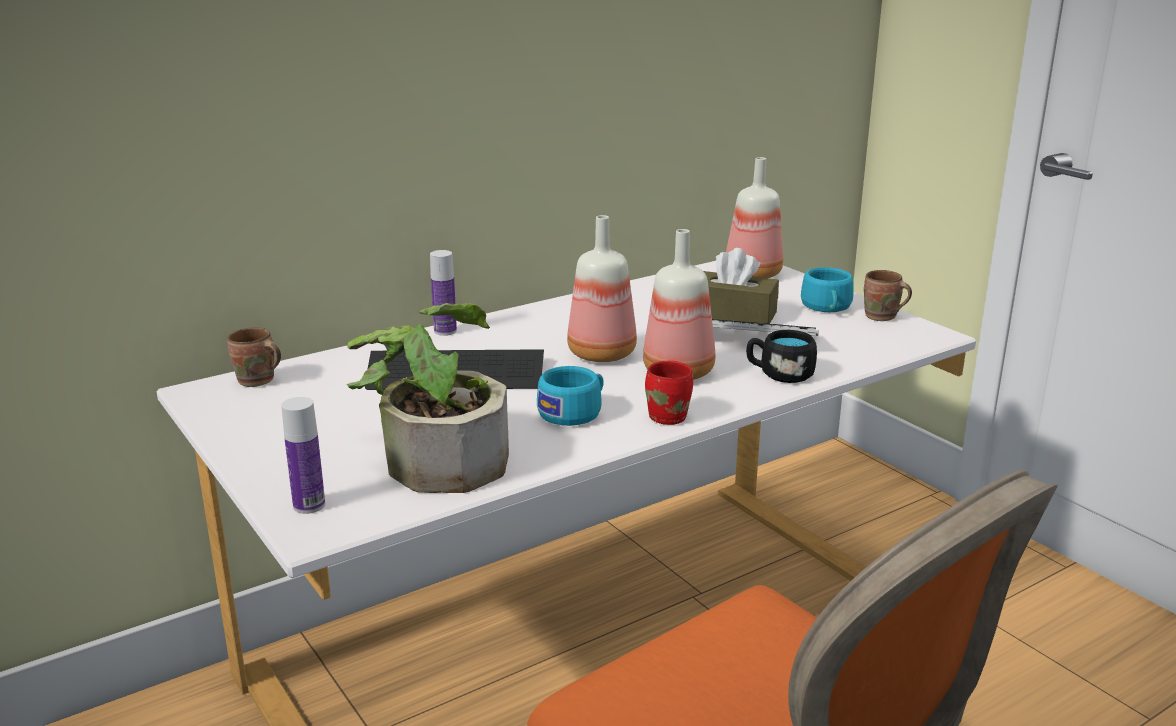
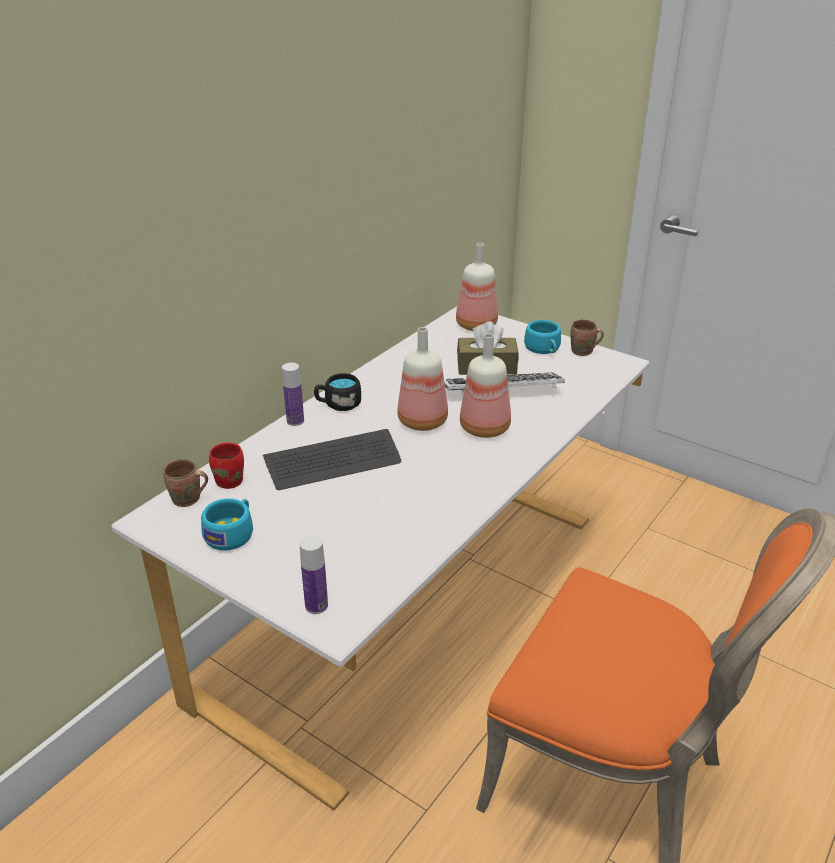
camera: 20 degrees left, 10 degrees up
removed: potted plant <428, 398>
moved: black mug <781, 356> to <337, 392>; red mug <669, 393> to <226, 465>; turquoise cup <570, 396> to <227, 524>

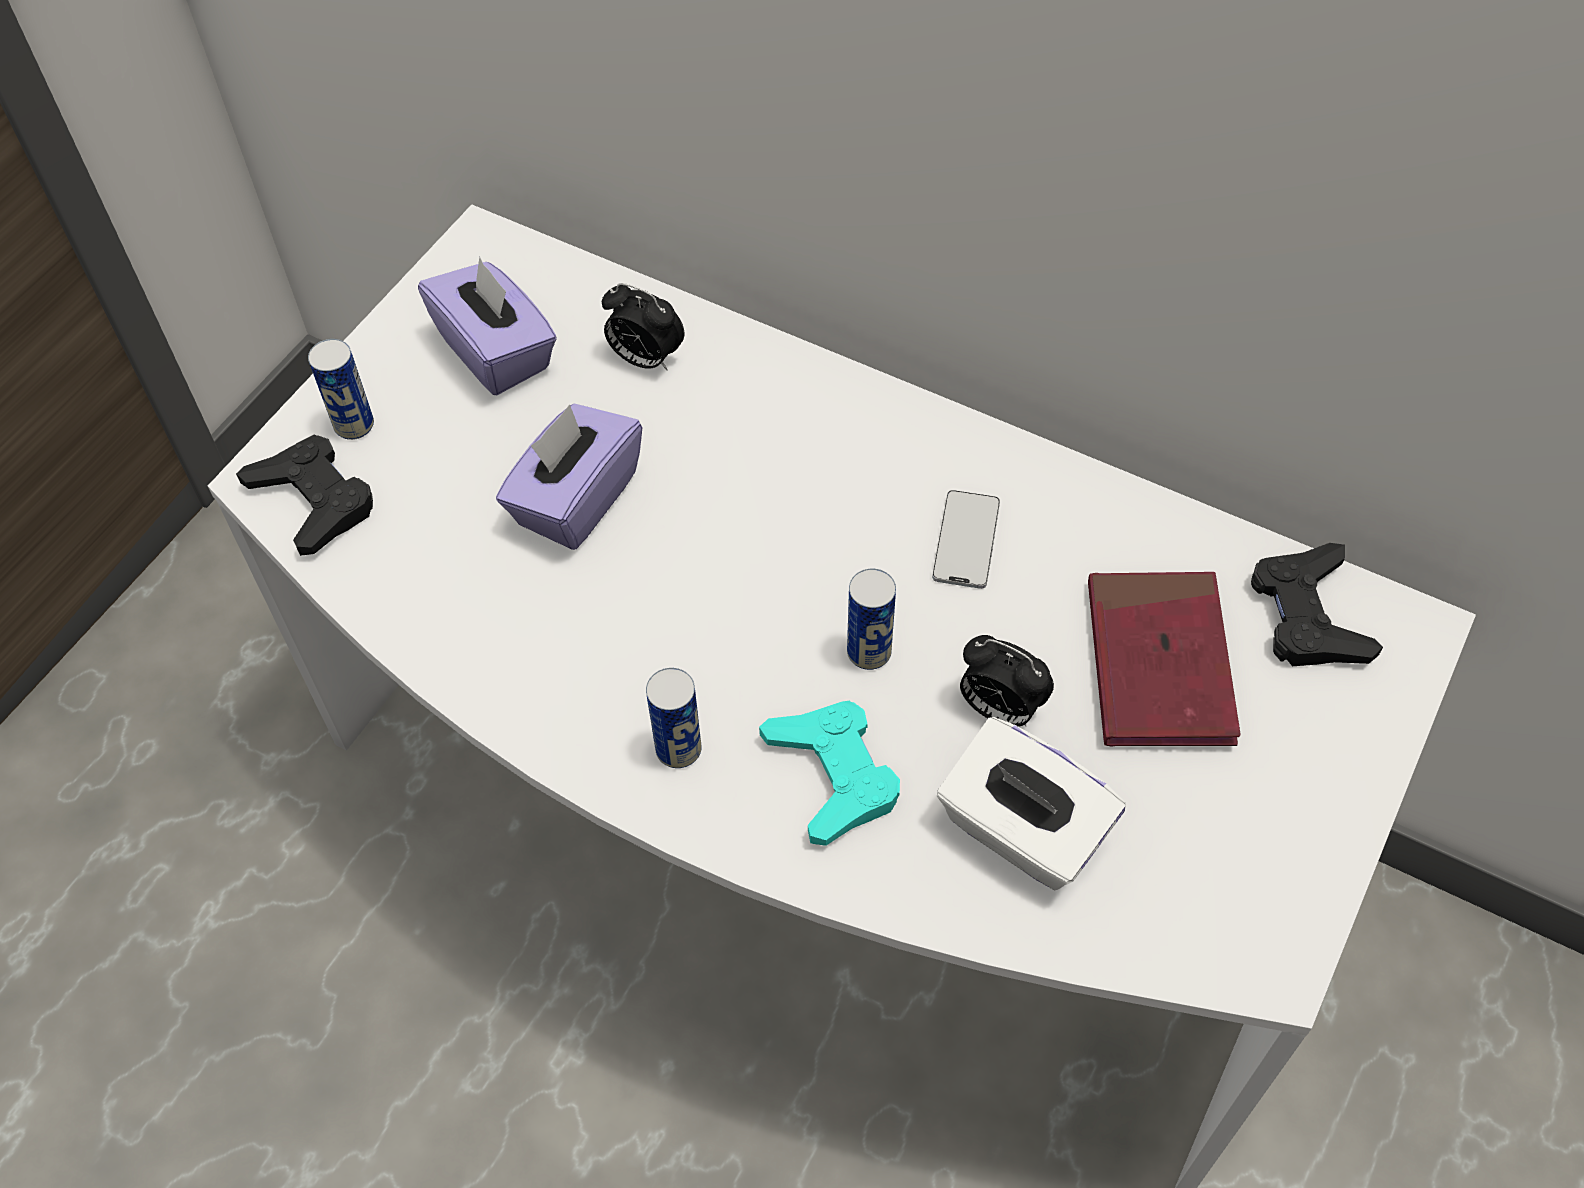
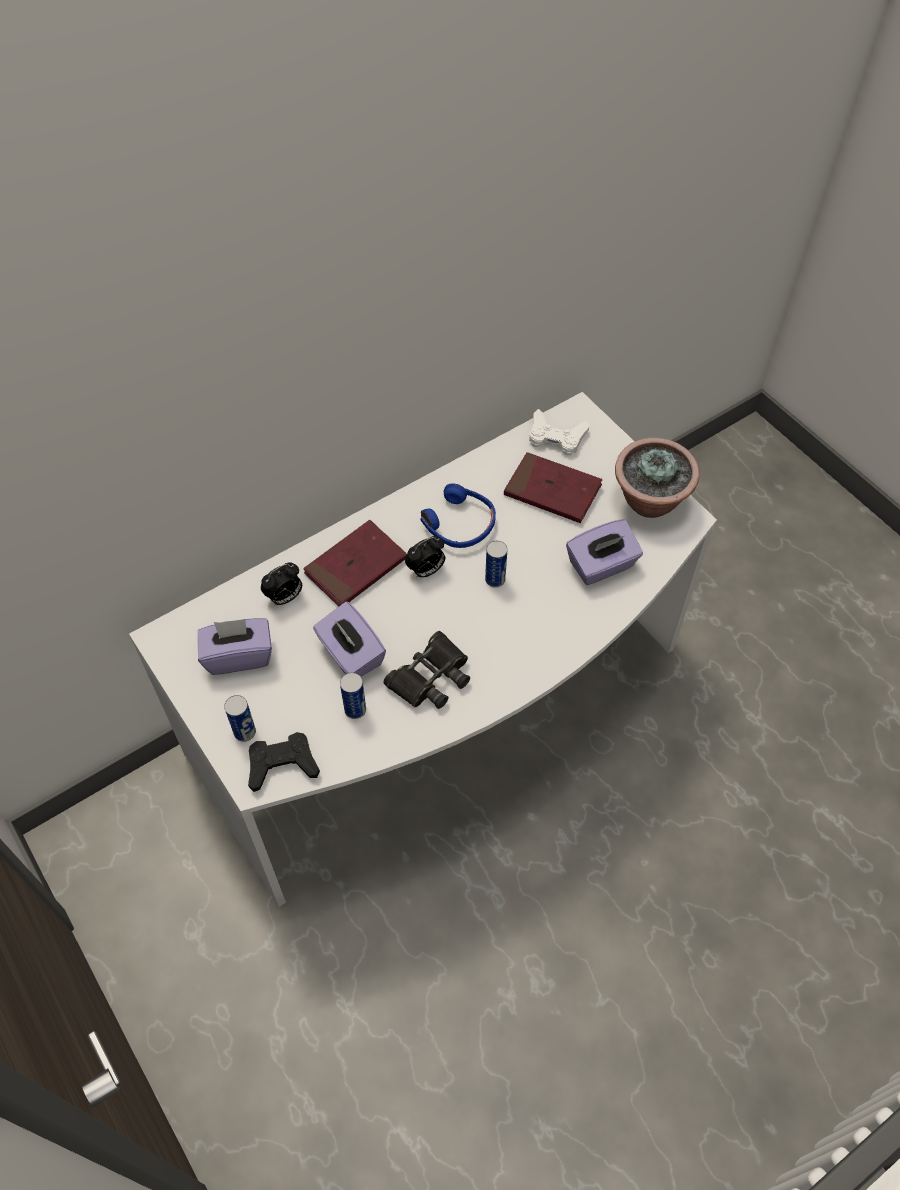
camera: 65 degrees left, 0 degrees up
removed: turquoise game controller <829, 773>
added: potted plant <657, 477>; red book <355, 563>; black binoculars <426, 670>
moved: alarm clock <1007, 681> to <425, 557>; can <674, 718> to <353, 695>
replaced: phone <966, 539> to blue headphones <458, 515>
recoloured: black game controller <1317, 604> to white game controller <559, 432>; white tissue box <1031, 803> to purple tissue box <604, 552>

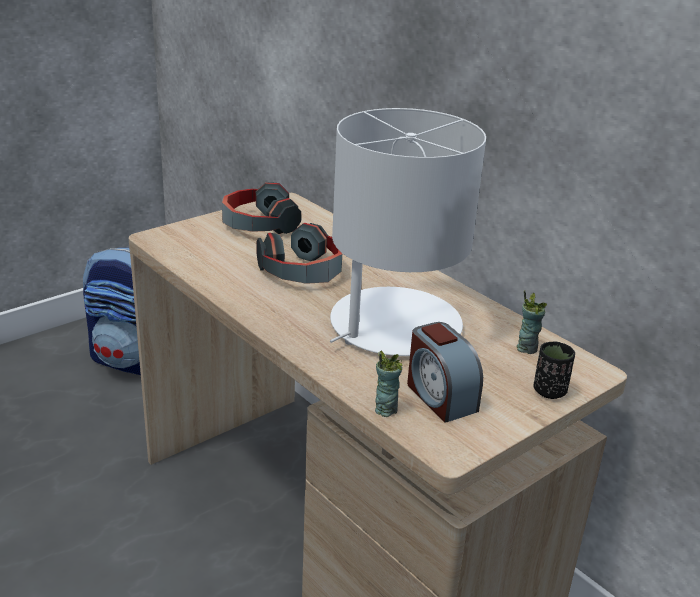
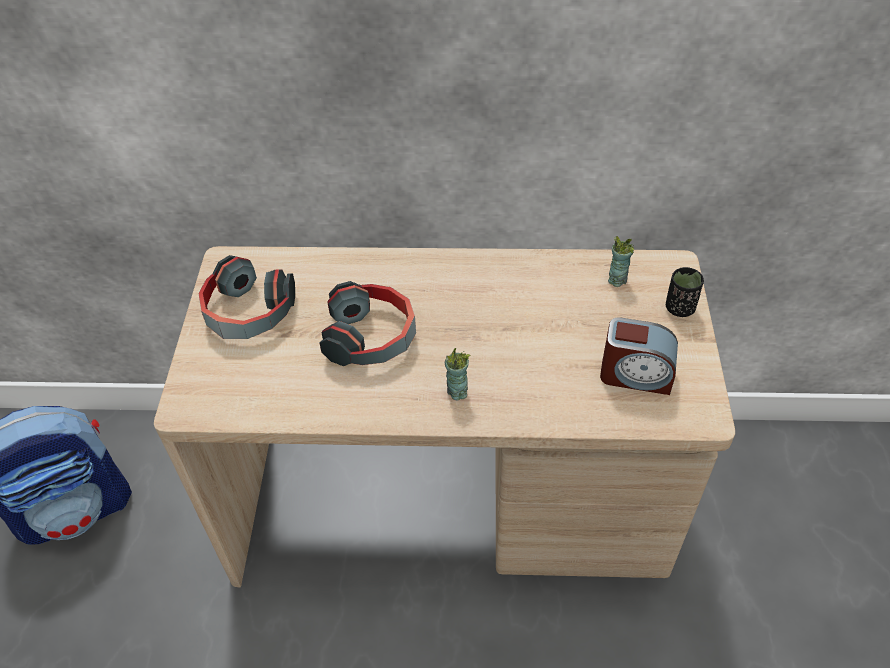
camera: 45 degrees left, 20 degrees up
removed: white table lamp <408, 232>
moved: cup <388, 384> to <457, 374>

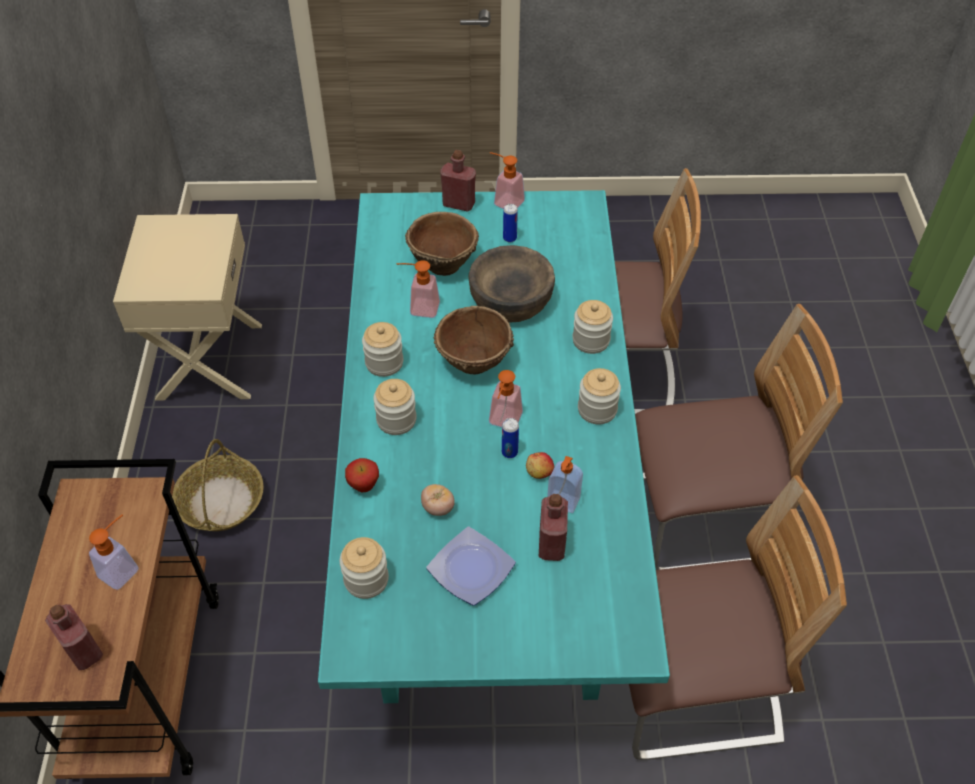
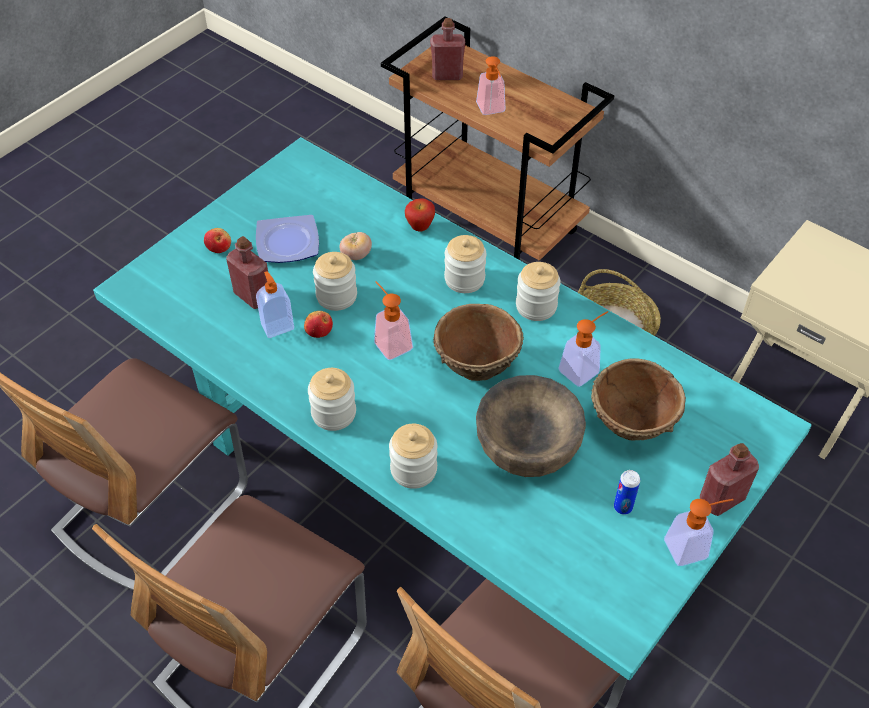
camera: 130 degrees right, 0 degrees up
removed: can <510, 438>
added: apple <217, 240>
moved: jar <364, 568> to <335, 281>

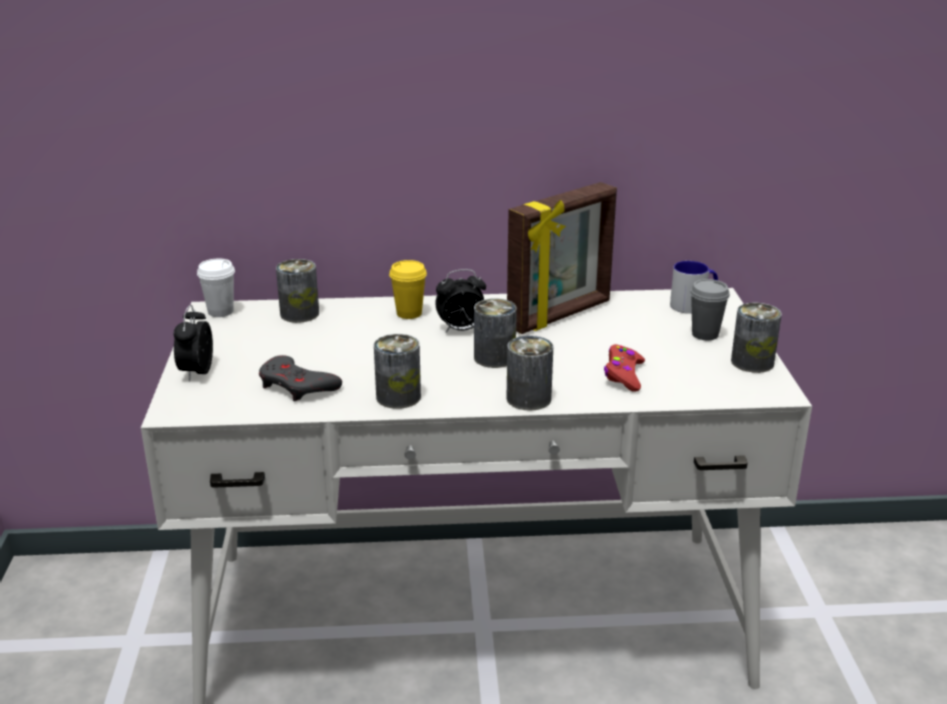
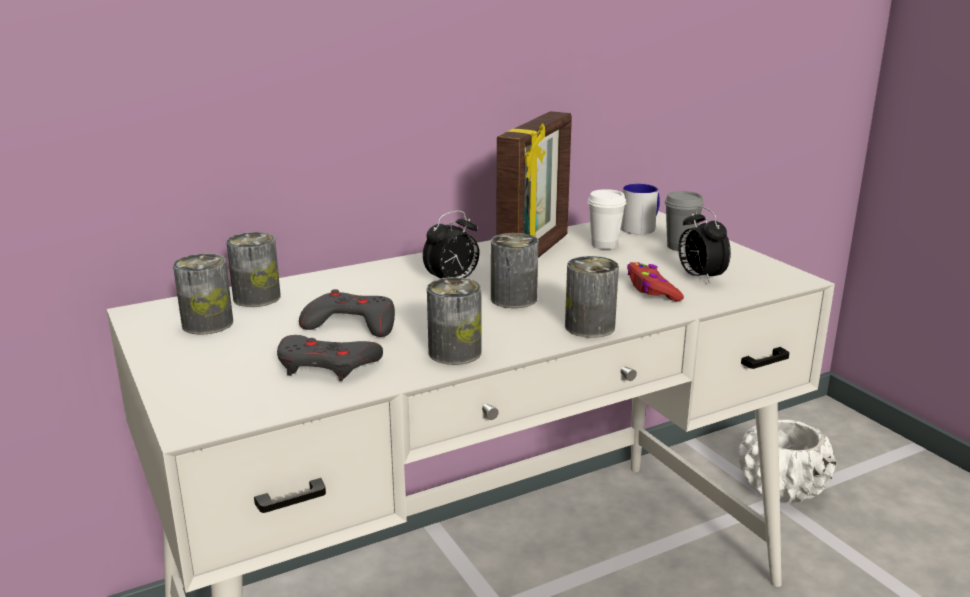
camera: 25 degrees left, 5 degrees down
removed: yellow cup <408, 289>
added: grey game controller <347, 313>; white planter <787, 460>
moved: white cup <216, 287> to <607, 219>; can <756, 338> to <203, 294>; alarm clock <193, 343> to <704, 245>

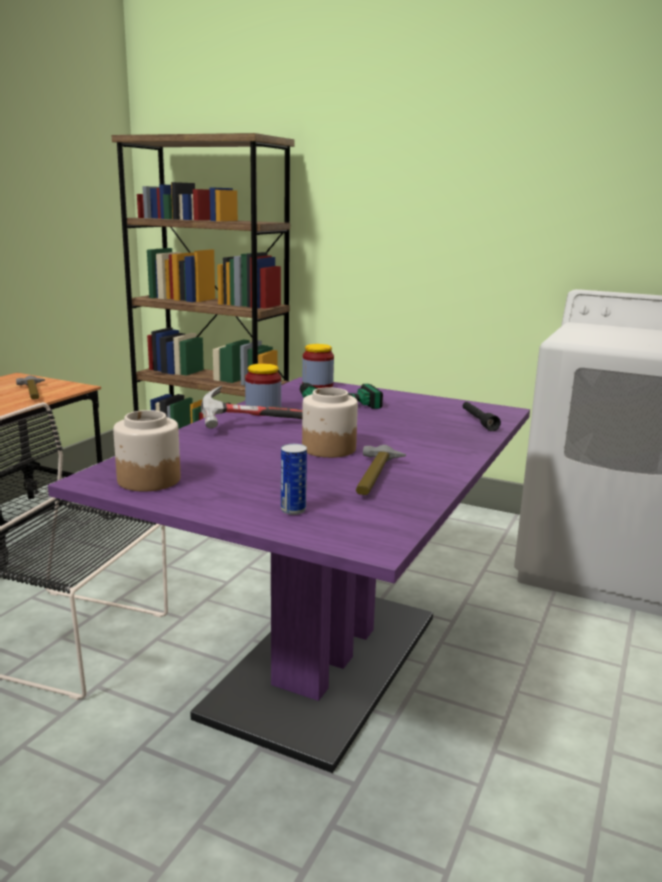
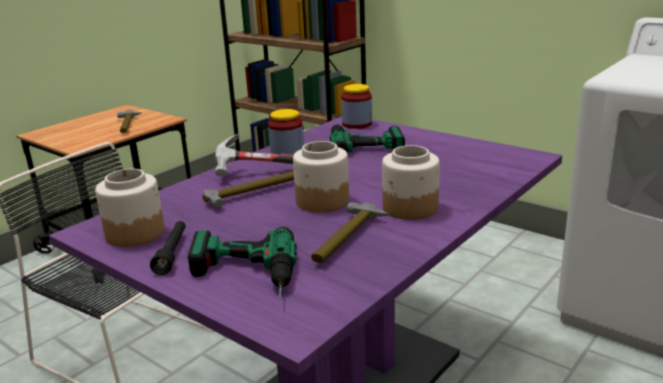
camera: 15 degrees right, 5 degrees up
added: jar <411, 182>; hammer <248, 189>
moved: black flashlight <482, 416> to <168, 248>
replaced: can <294, 479> to power drill <242, 263>

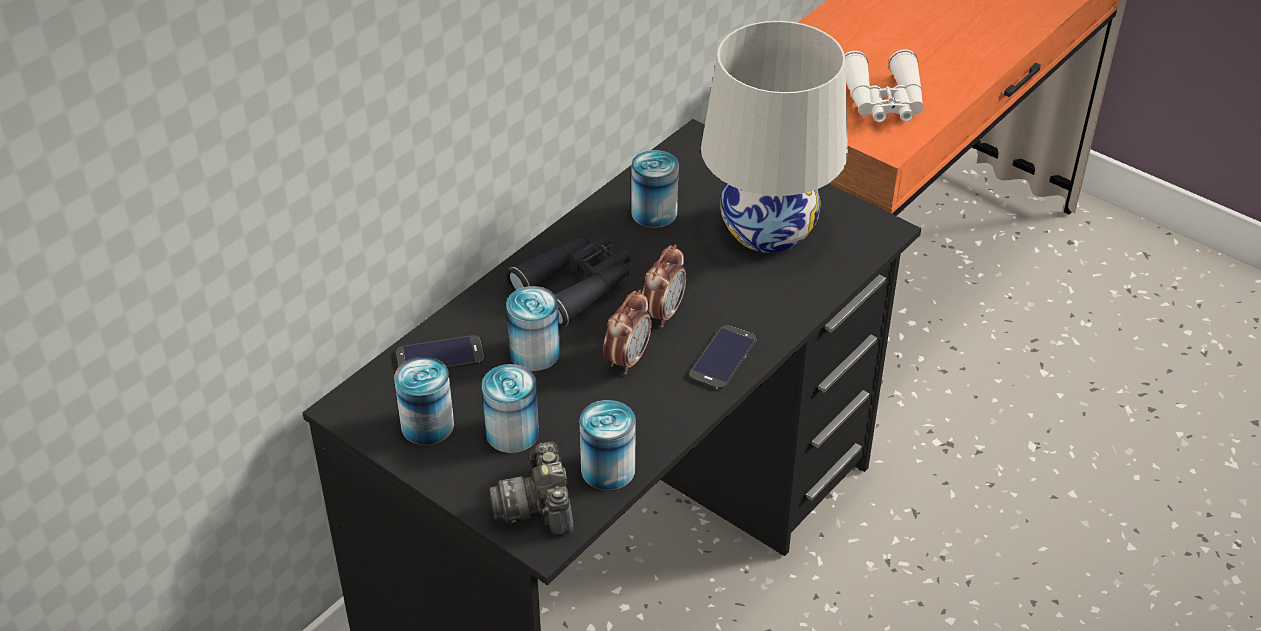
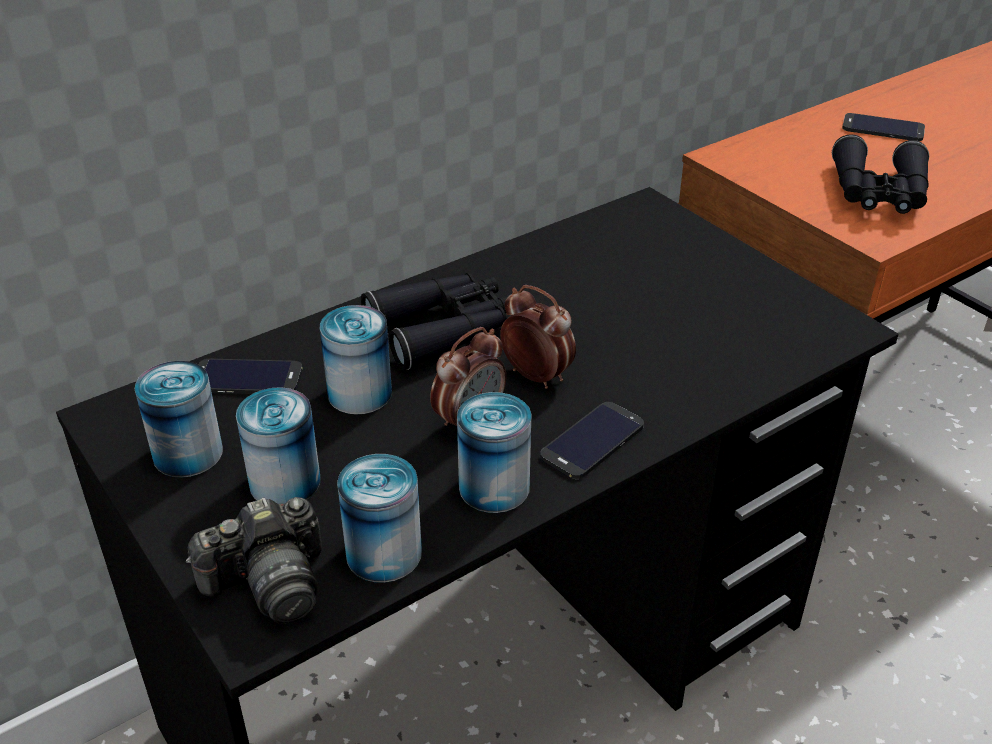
camera: 15 degrees right, 5 degrees down
removed: white table lamp <774, 137>
added: phone <883, 127>
moved: can <655, 189> to <494, 452>
recoloured: white binoculars <884, 85> to black binoculars <880, 174>
turned: alarm clock <664, 286> = <538, 337> 90 degrees counterclockwise; photo camera <531, 489> = <253, 560> 120 degrees counterclockwise

